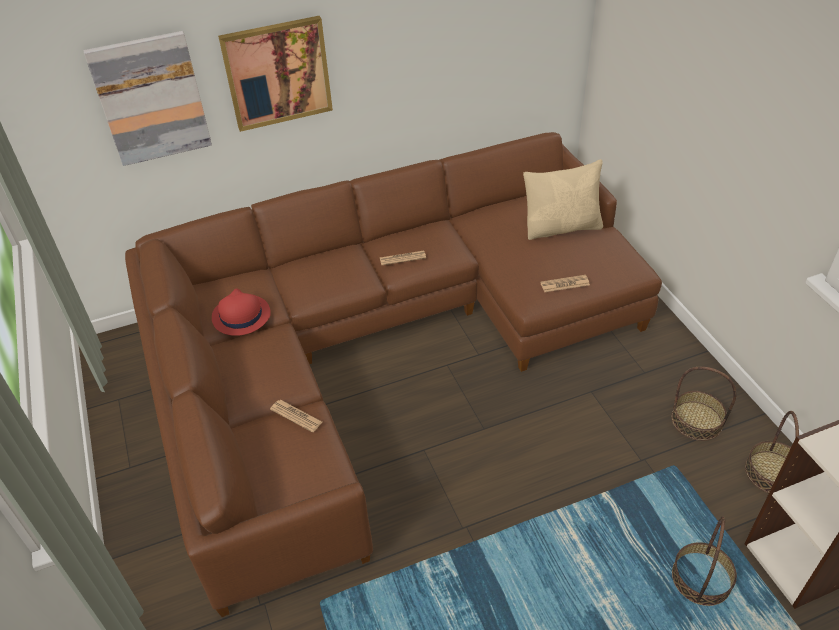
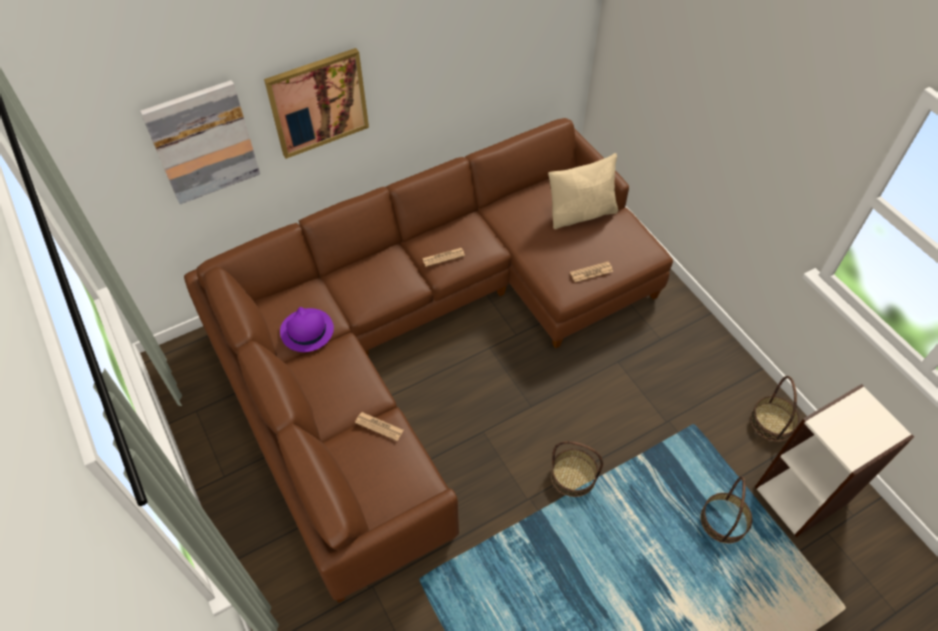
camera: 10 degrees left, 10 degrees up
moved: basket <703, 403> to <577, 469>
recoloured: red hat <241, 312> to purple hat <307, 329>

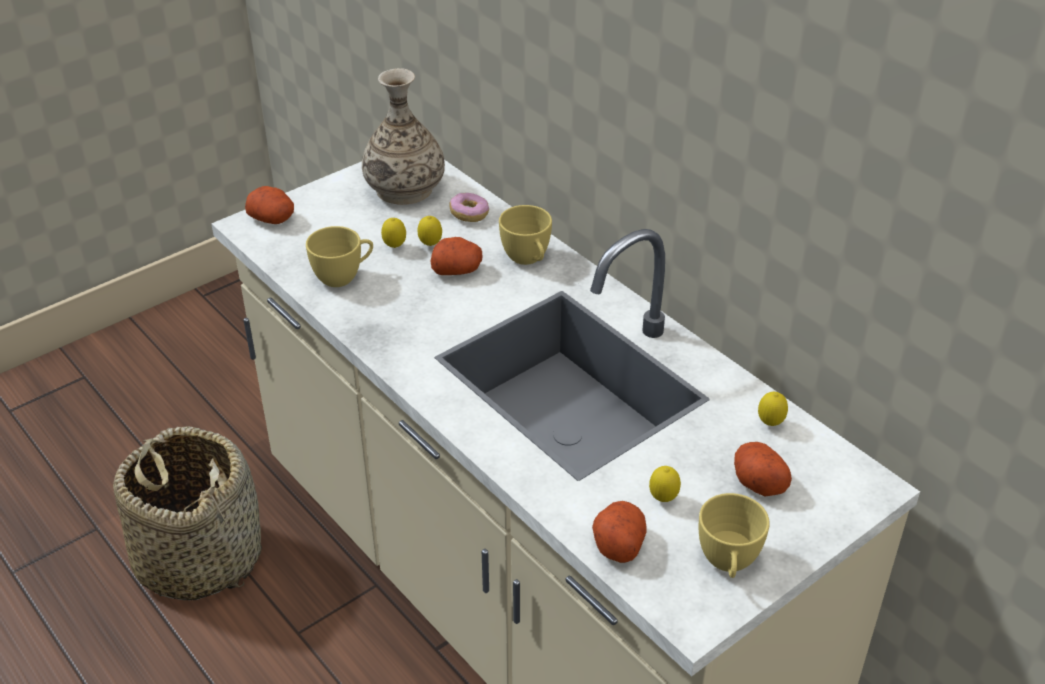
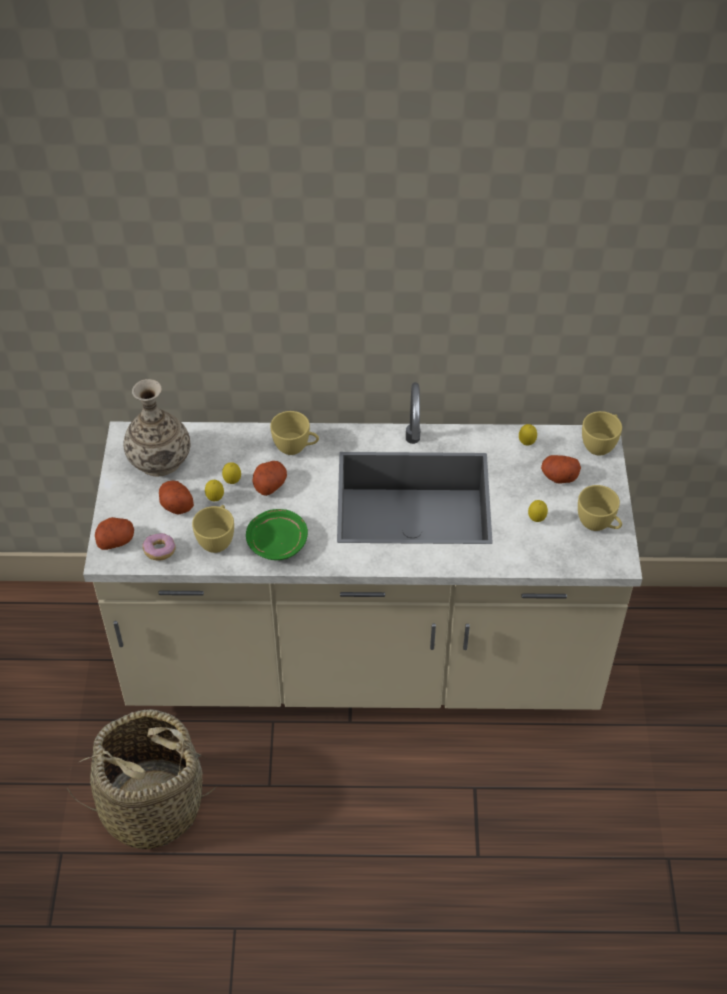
camera: 50 degrees left, 10 degrees up
added: yellow cup <602, 433>; green plate <277, 534>
moved: donut <469, 207> to <159, 546>; potato <619, 532> to <176, 498>

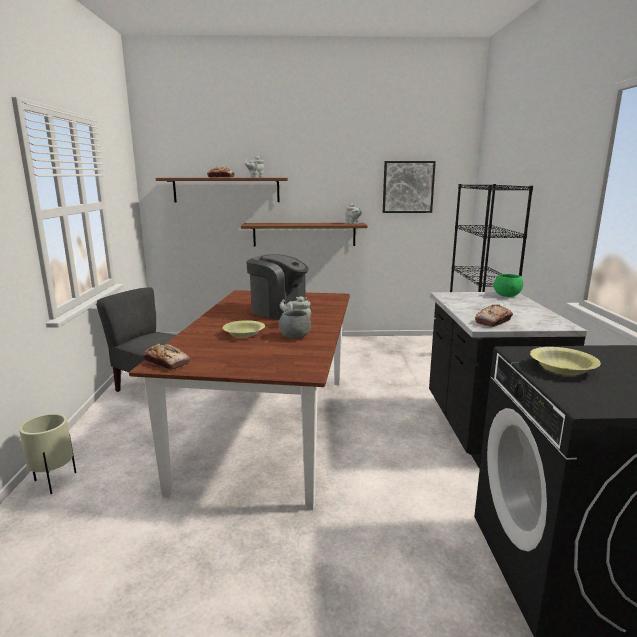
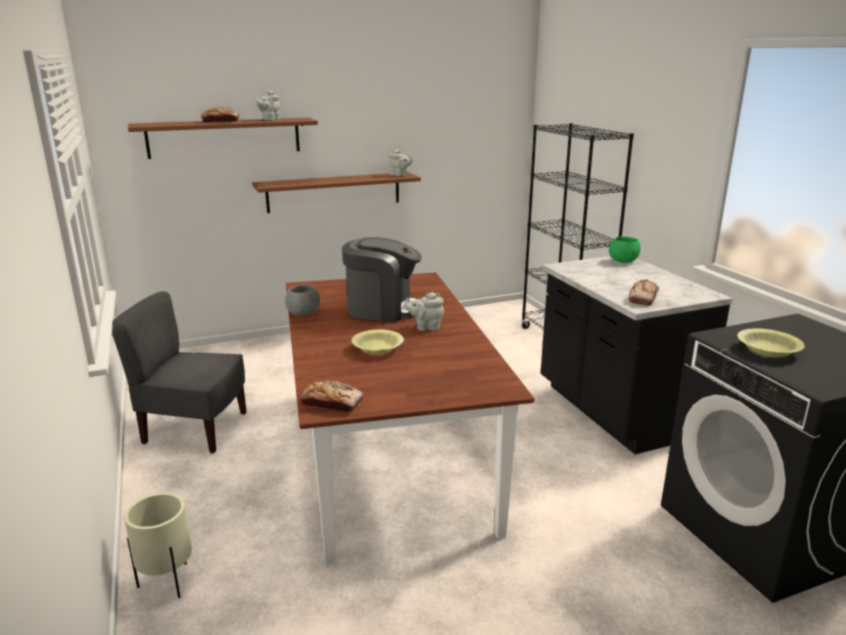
camera: 20 degrees left, 5 degrees up
removed: picture <409, 187>
moved: grey bowl <295, 324> to <303, 300>

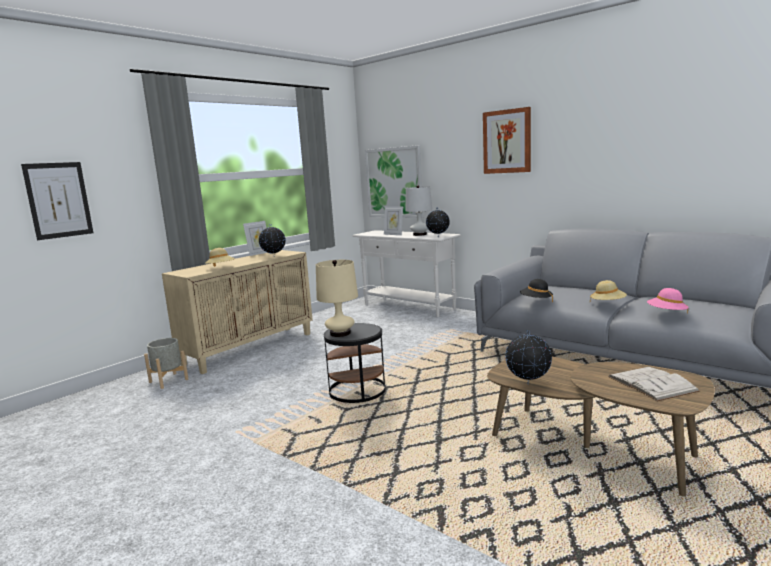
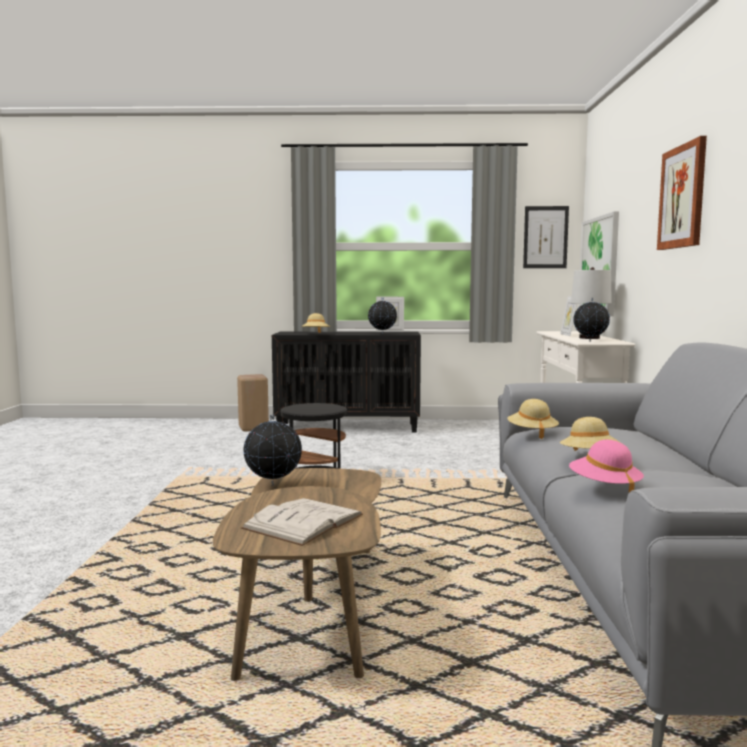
camera: 50 degrees right, 5 degrees down
removed: beige table lamp <337, 298>
moved: picture <57, 201> to <546, 237>
replaced: grey planter <166, 363> to beige stool <253, 403>
recoloured: beige cabinet <237, 312> to black cabinet <346, 382>; black hat <536, 290> to beige hat <533, 419>

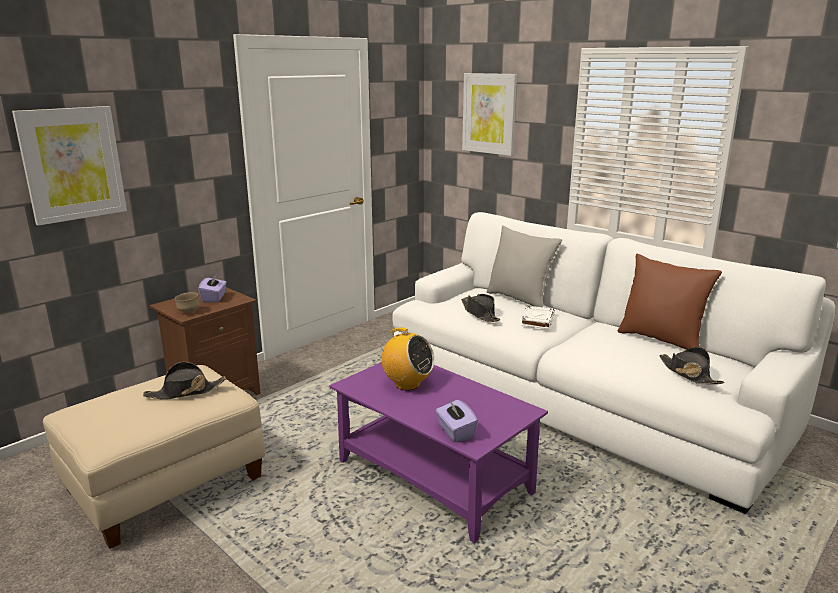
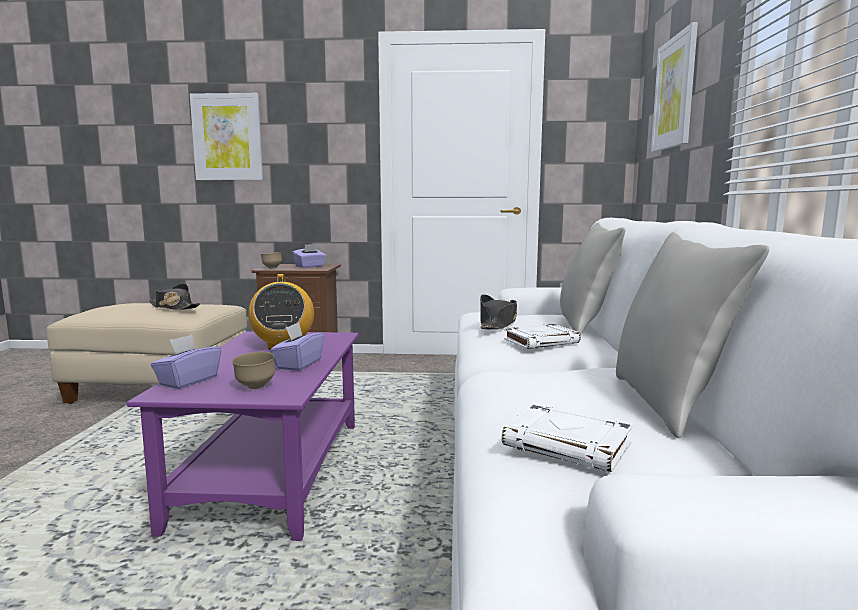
camera: 50 degrees right, 10 degrees down
added: purple tissue box <297, 346>; brown bowl <253, 370>
replaced: black hat <692, 365> to white book <567, 438>
recoloured: brown pillow <669, 302> to grey pillow <692, 335>

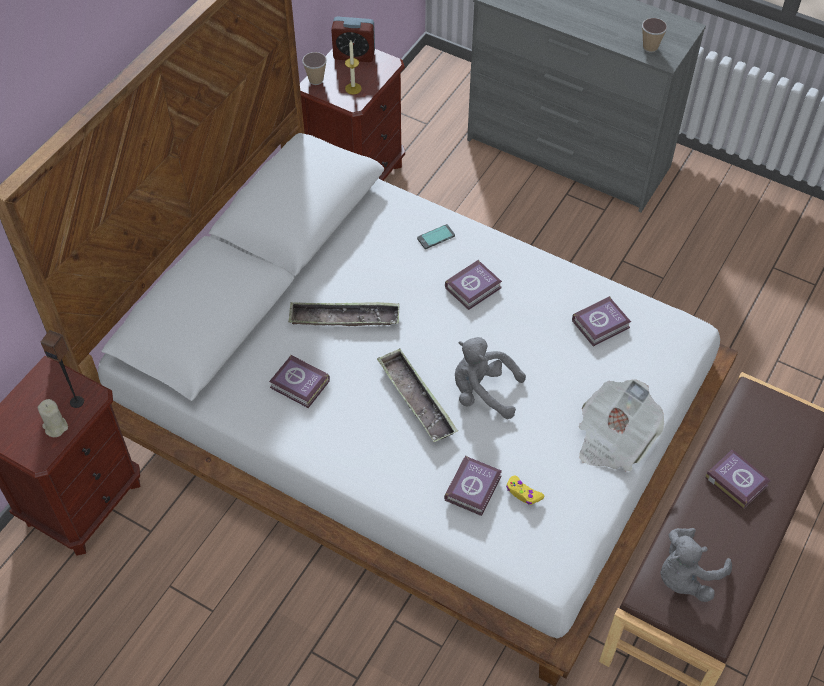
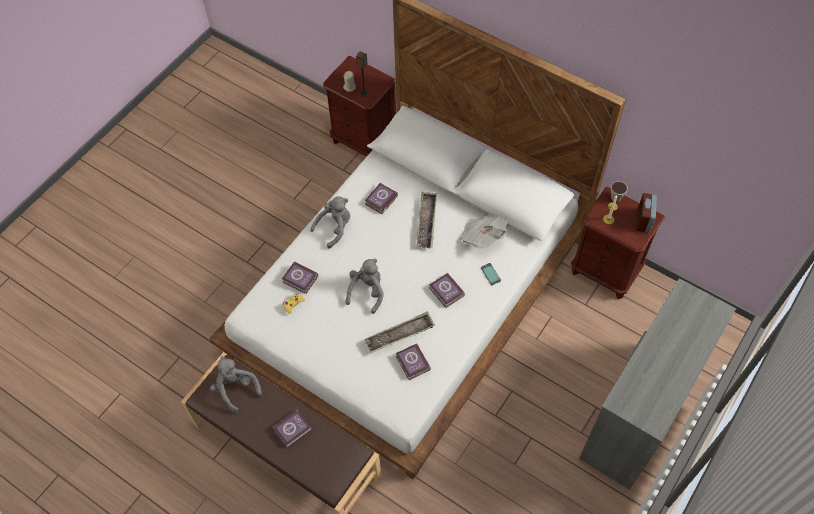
camera: 95 degrees right, 5 degrees up
removed: cup <654, 35>
added: grey plush toy <330, 222>
moved: tray <417, 395> to <399, 333>; newspaper <621, 425> to <483, 232>

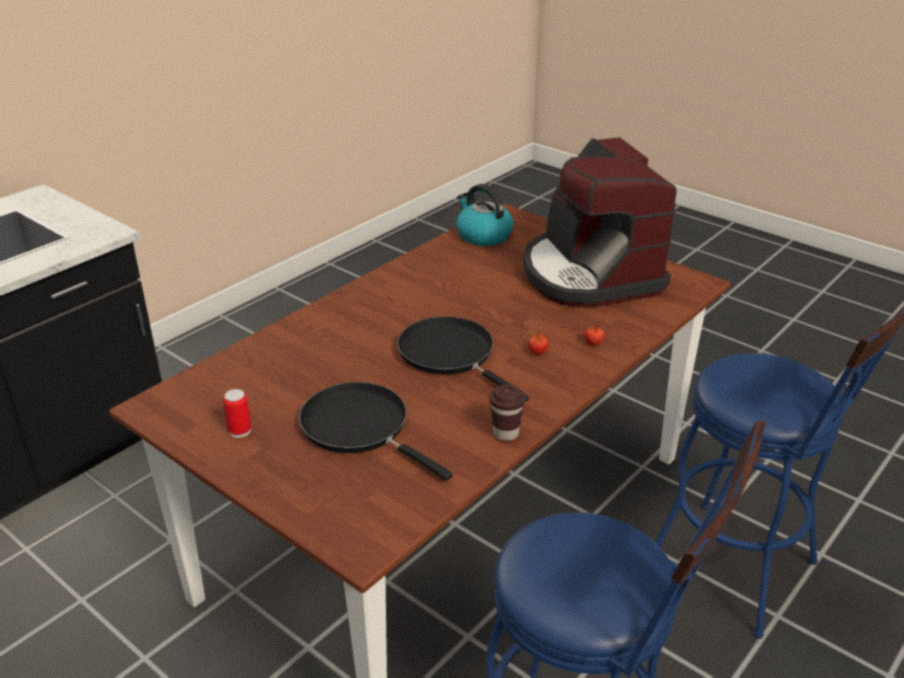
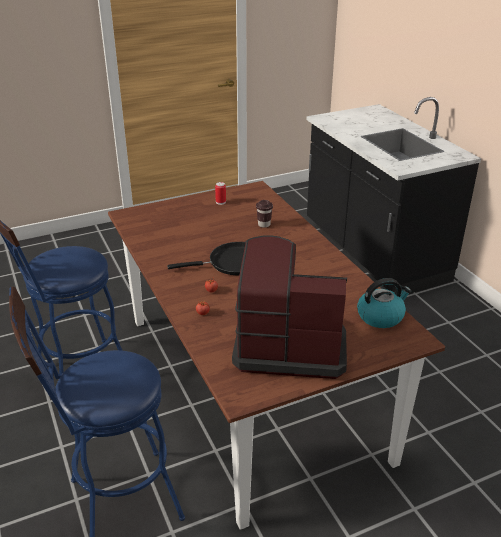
camera: 115 degrees right, 0 degrees up
removed: black frying pan <376, 431>
moved: brown cup <507, 412> to <264, 214>

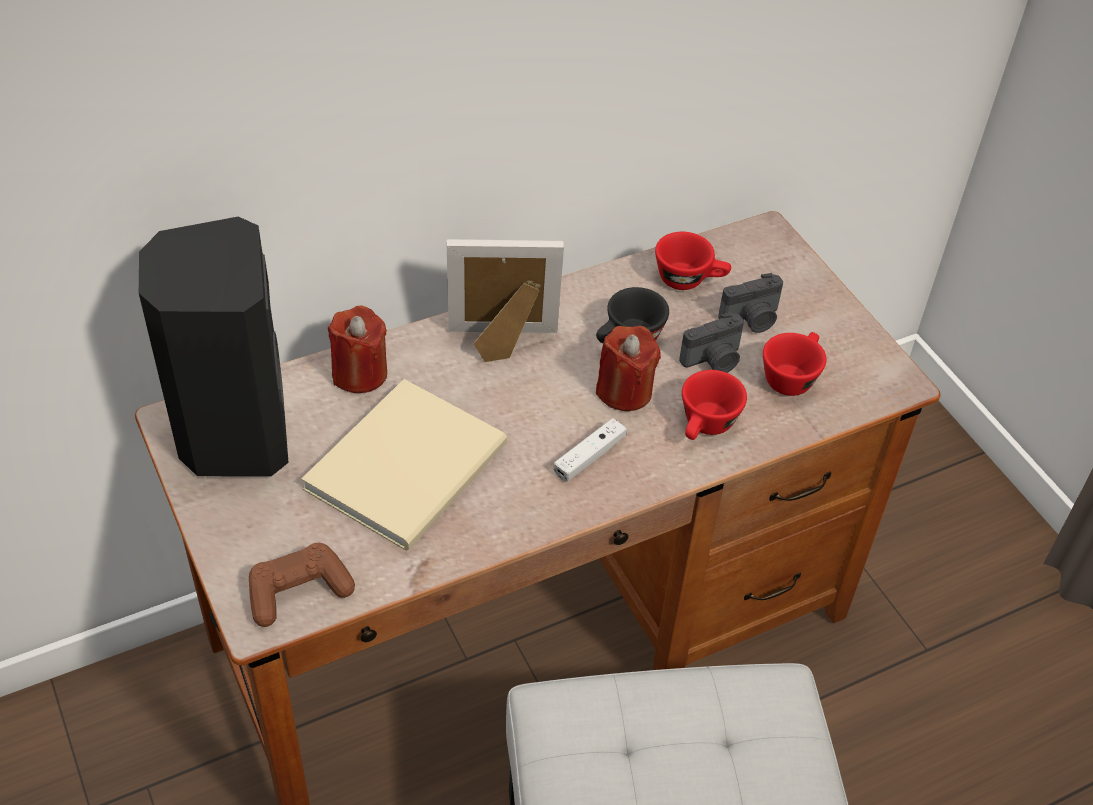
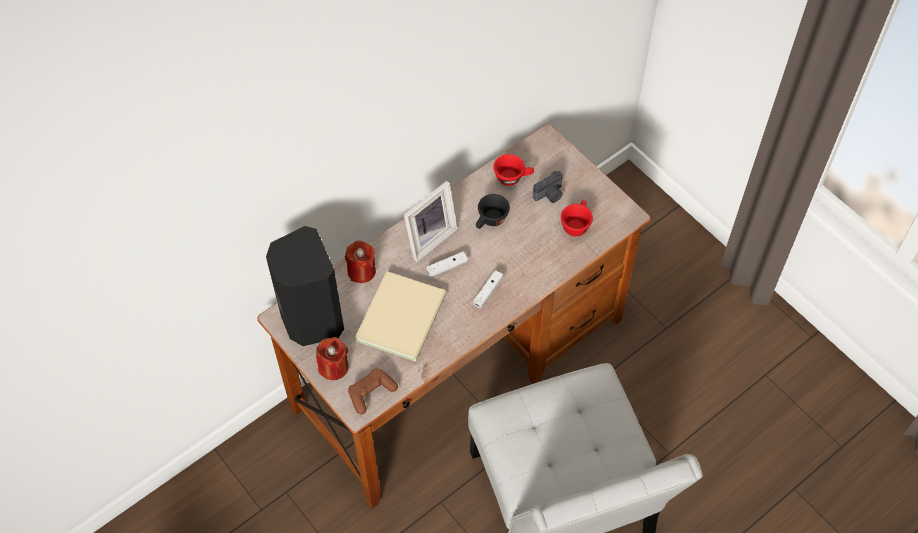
camera: 10 degrees left, 10 degrees up
removed: photo camera <711, 342>; red cup <714, 405>
added: white game controller <447, 264>
moved: red candle <628, 368> to <332, 358>
turned: picture frame <505, 300> = <430, 221> 150 degrees clockwise

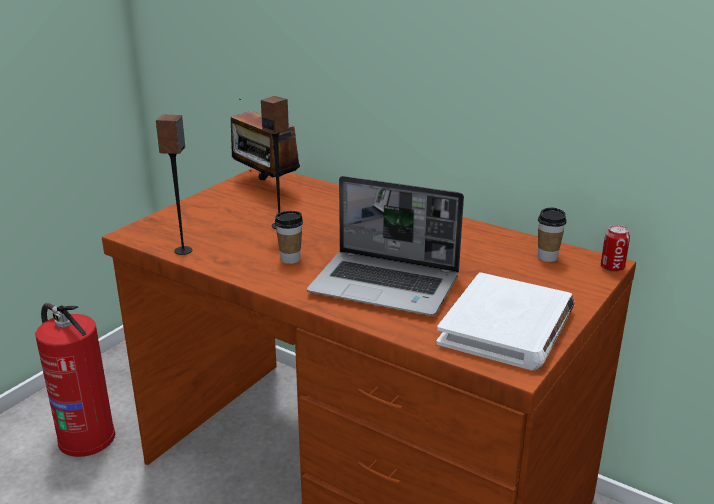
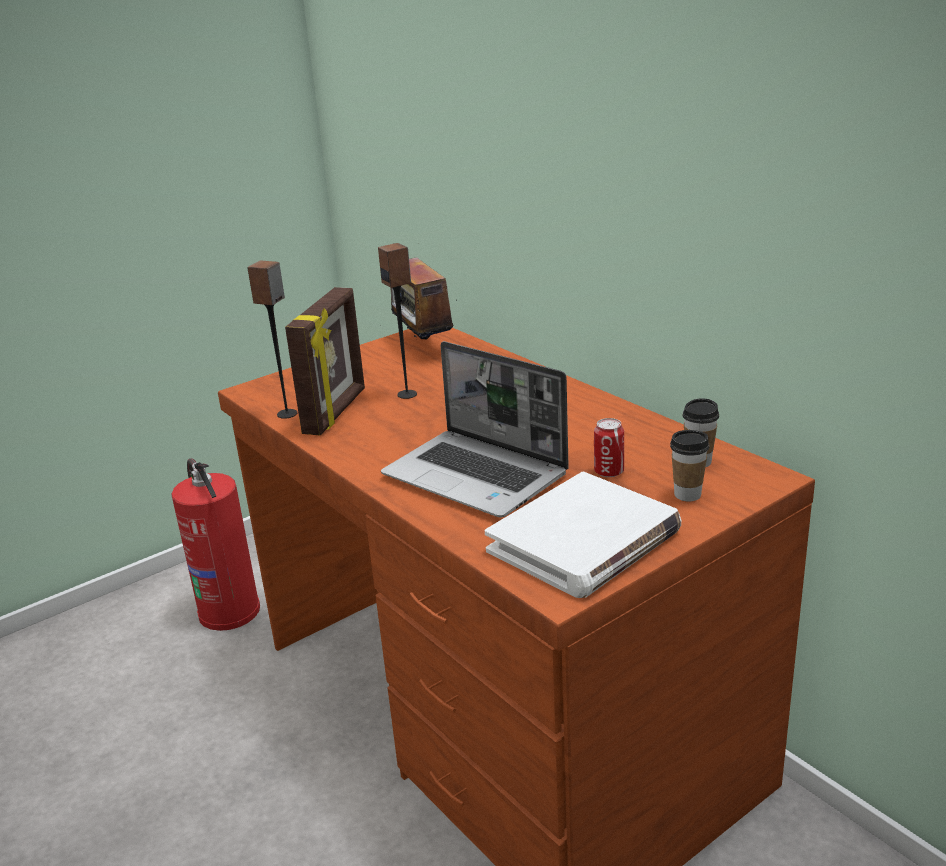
camera: 20 degrees right, 0 degrees up
added: picture frame <325, 361>
moved: cup <289, 237> to <689, 465>; can <615, 248> to <609, 447>

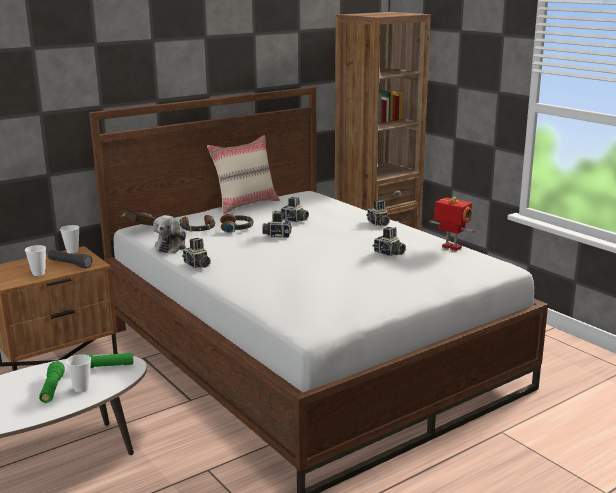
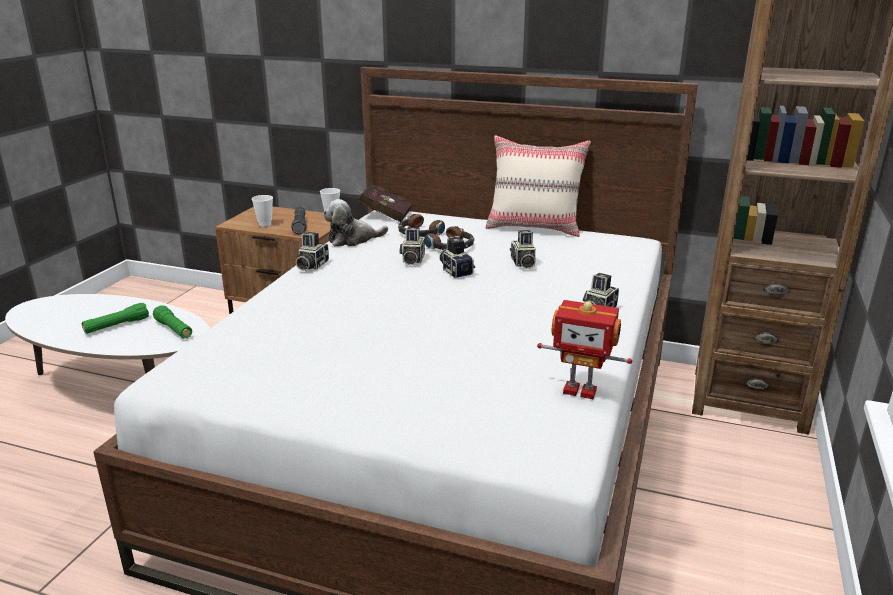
camera: 55 degrees right, 5 degrees up
removed: cup <78, 373>
moved: photo camera <389, 241> to <412, 246>
turned: toy robot <452, 224> = <584, 349> 105 degrees clockwise

